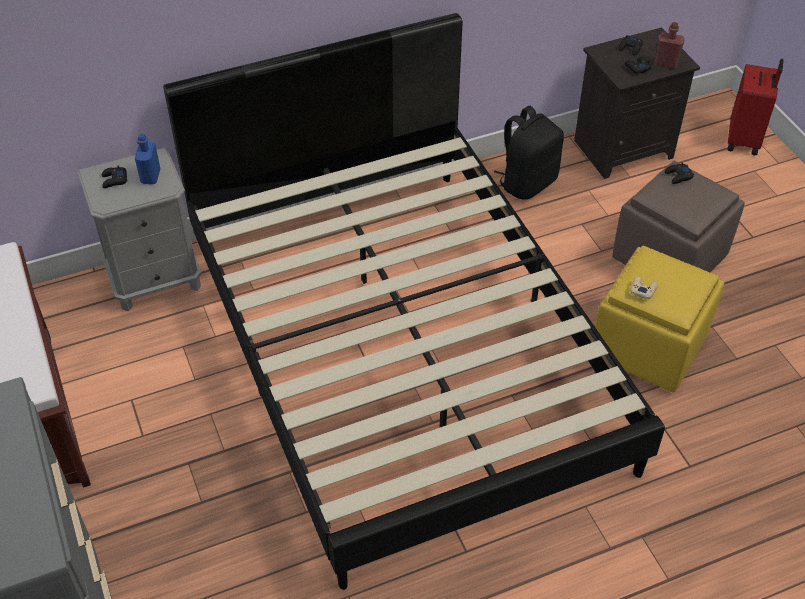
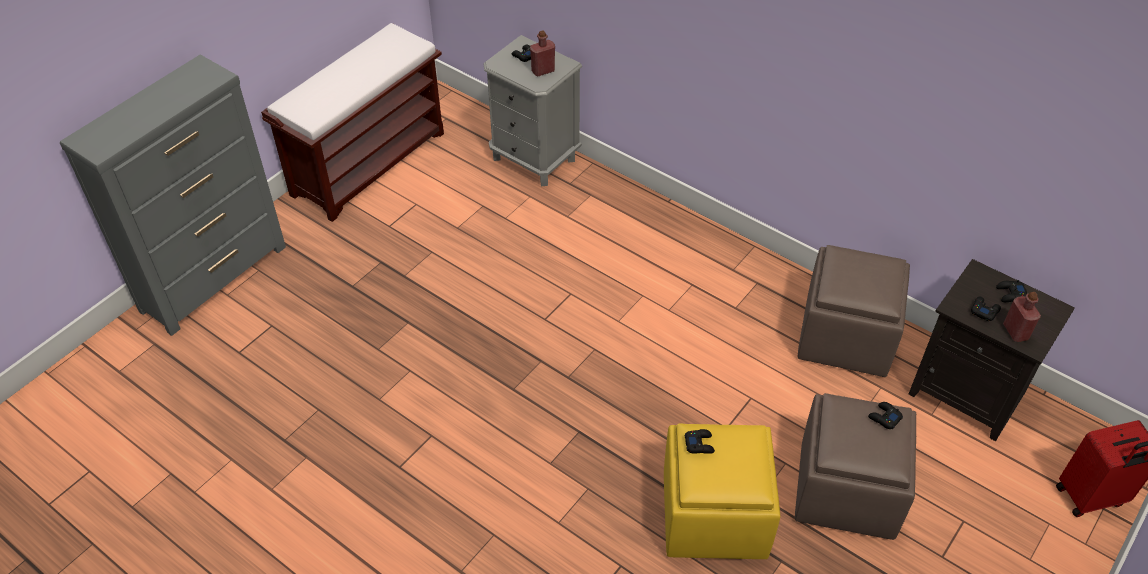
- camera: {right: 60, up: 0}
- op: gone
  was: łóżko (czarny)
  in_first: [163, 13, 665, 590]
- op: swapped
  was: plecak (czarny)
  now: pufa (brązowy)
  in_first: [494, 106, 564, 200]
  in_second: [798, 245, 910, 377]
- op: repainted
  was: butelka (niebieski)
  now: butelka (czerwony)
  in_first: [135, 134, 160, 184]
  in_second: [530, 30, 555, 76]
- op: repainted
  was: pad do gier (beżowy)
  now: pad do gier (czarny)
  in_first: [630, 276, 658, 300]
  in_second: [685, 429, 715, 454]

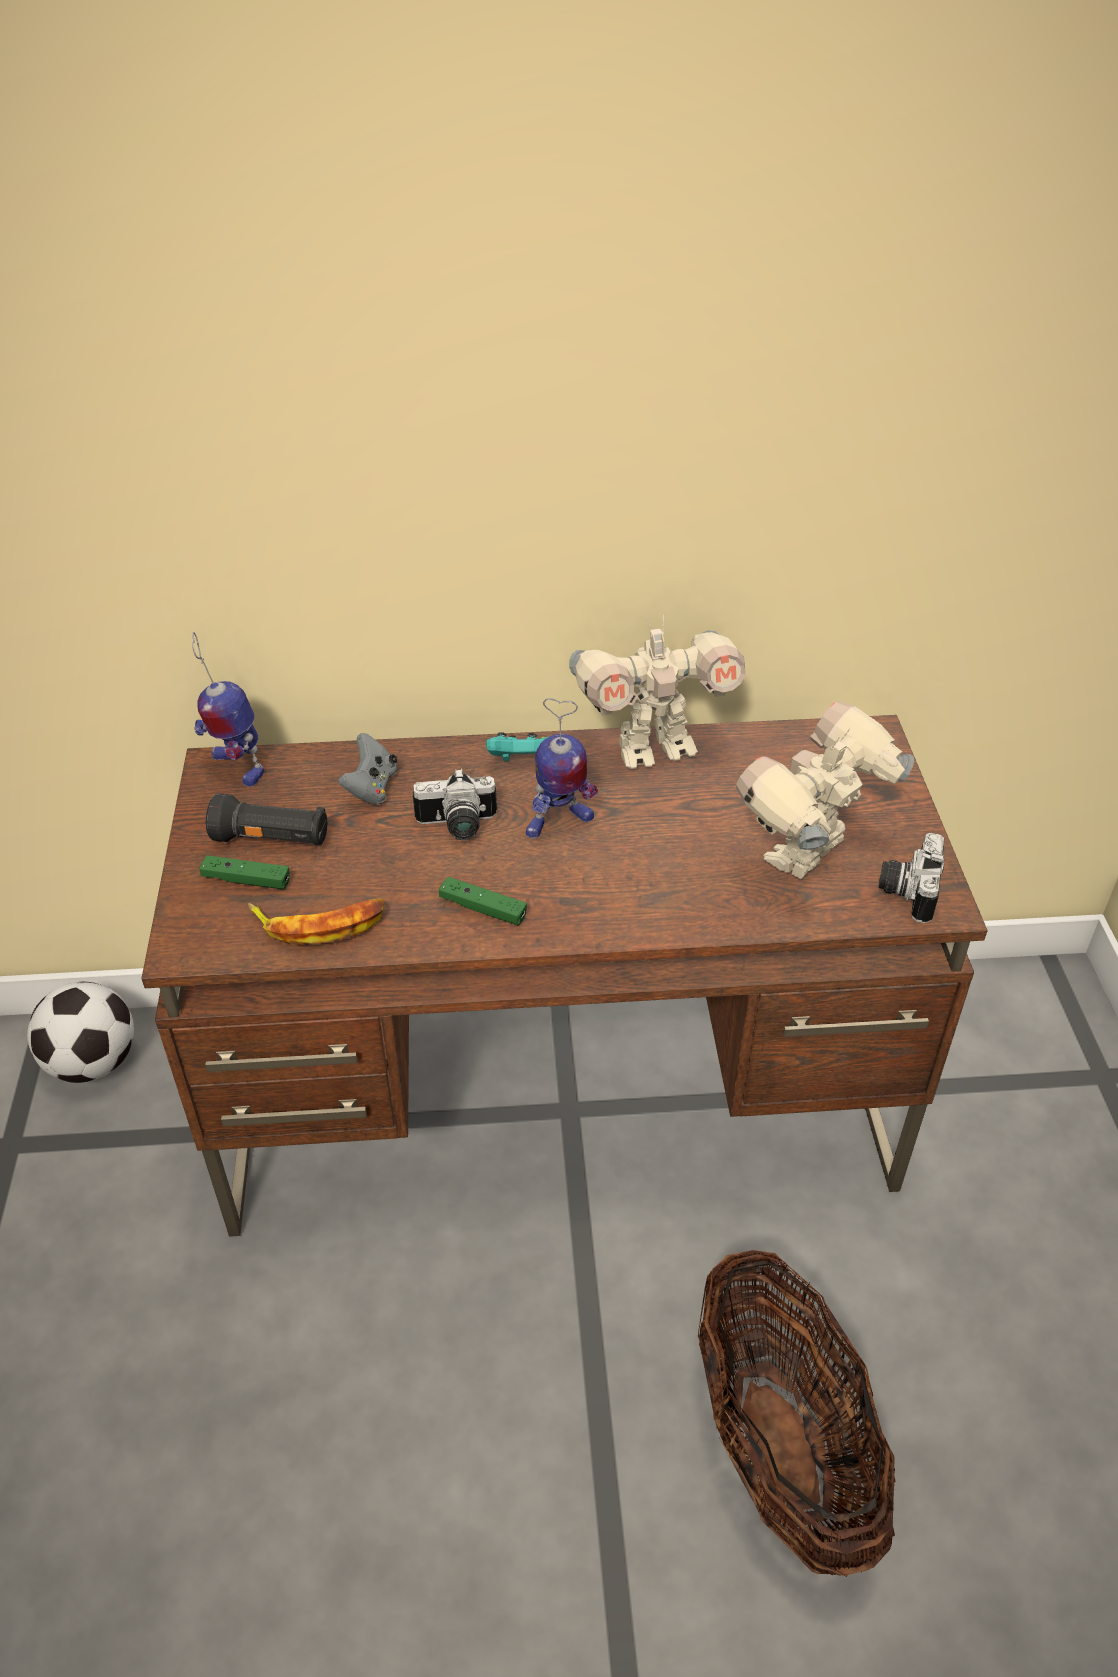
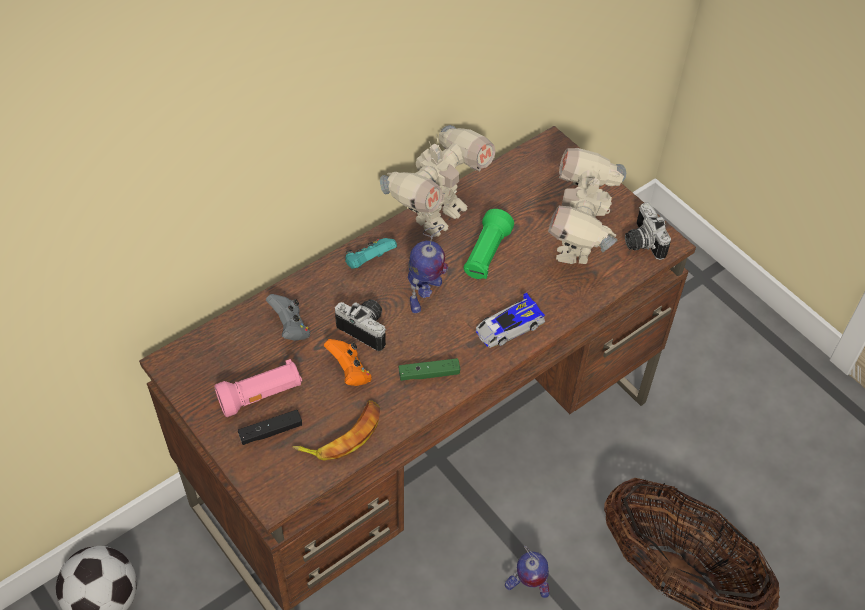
- camera: {right: -35, up: 10}
- op: new
  now: pad do gier (pomarańczowy)
  in_second: [324, 339, 372, 386]
- op: new
  now: latarka (zielony)
  in_second: [464, 209, 514, 279]
- op: new
  now: samochodzik
  in_second: [476, 293, 545, 348]
- op: shifted
  was: robot zabawkowy
  in_first: [192, 632, 264, 786]
  in_second: [505, 545, 549, 598]
- op: repainted
  was: pad do gier (zielony)
  now: pad do gier (czarny)
  in_first: [199, 855, 290, 890]
  in_second: [238, 410, 302, 445]
- op: repainted
  was: latarka (czarny)
  now: latarka (różowy)
  in_first: [206, 793, 327, 845]
  in_second: [214, 359, 302, 417]
- op: rotated
  was: aparat fotograficzny
  in_first: [413, 769, 497, 840]
  in_second: [335, 299, 386, 351]
  clockwise: -105

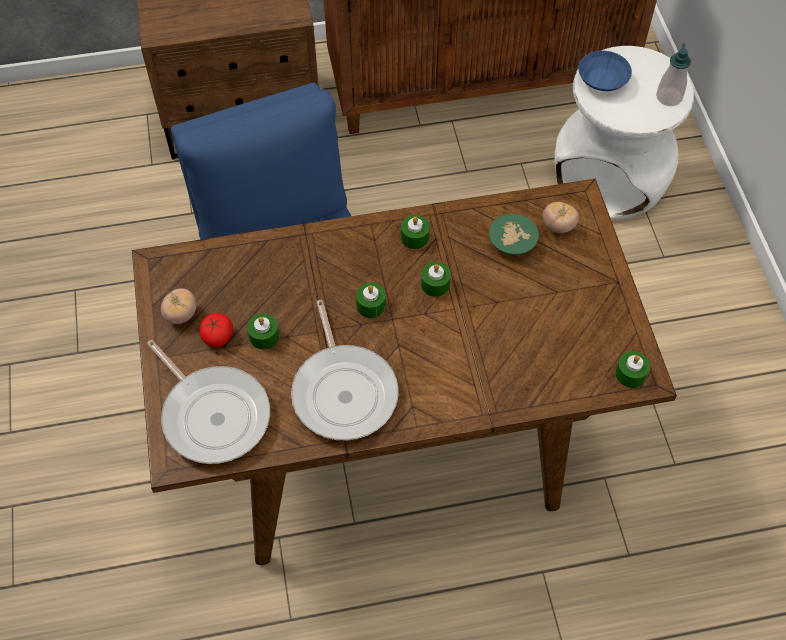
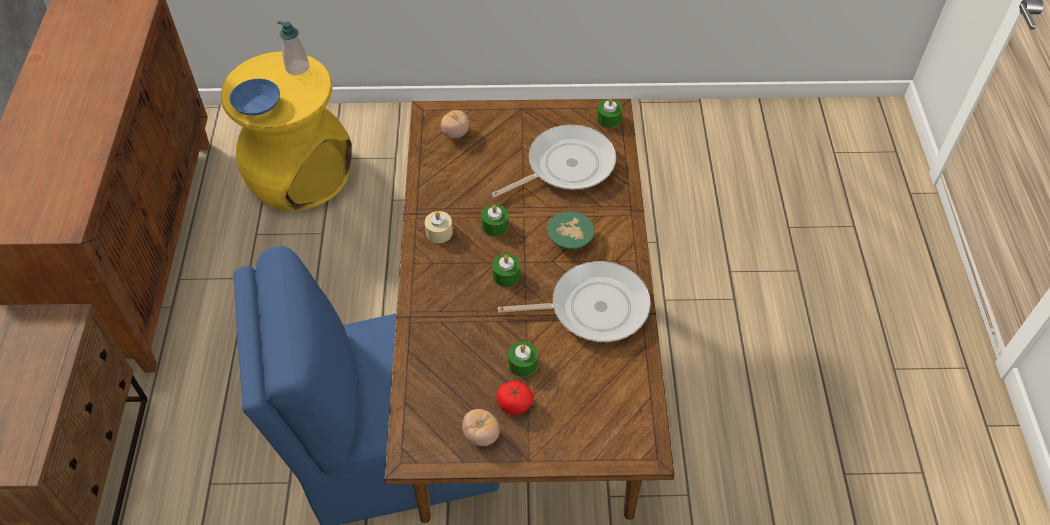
- camera: {right: -80, up: -5}
- op: shifted
  was: patelnia
  in_first: [147, 340, 270, 464]
  in_second: [491, 124, 616, 198]
- op: shifted
  was: miska (zielony)
  in_first: [489, 214, 539, 255]
  in_second: [547, 211, 595, 250]
- op: repainted
  was: świeca (zielony)
  now: świeca (beżowy)
  in_first: [401, 215, 430, 249]
  in_second: [425, 211, 453, 243]
- op: repainted
  was: stołek (biały)
  now: stołek (żółty)
  in_first: [554, 46, 694, 219]
  in_second: [221, 51, 351, 211]

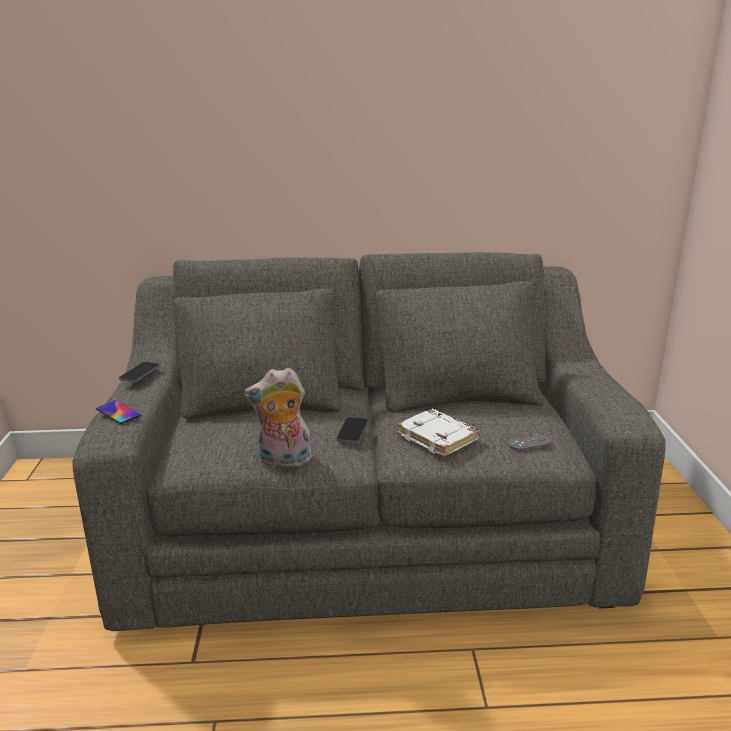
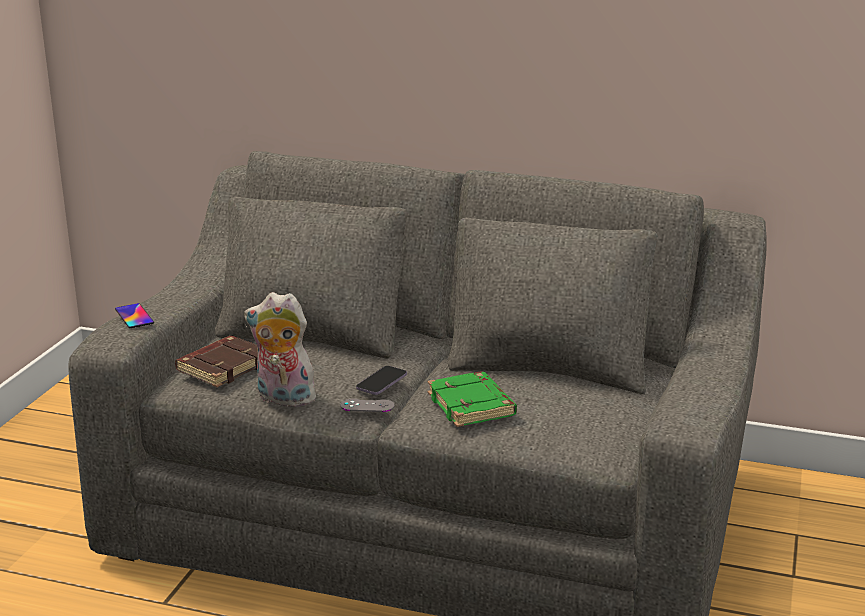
- camera: {right: 20, up: 0}
- op: gone
  was: telefon
  in_first: [119, 362, 159, 382]
- op: new
  now: książka (brązowy)
  in_second: [175, 336, 258, 387]
- op: shifted
  was: pad do gier (szary)
  in_first: [508, 435, 551, 450]
  in_second: [340, 399, 395, 412]
- op: repainted
  was: książka (biały)
  now: książka (zielony)
  in_first: [397, 409, 480, 457]
  in_second: [427, 372, 517, 427]

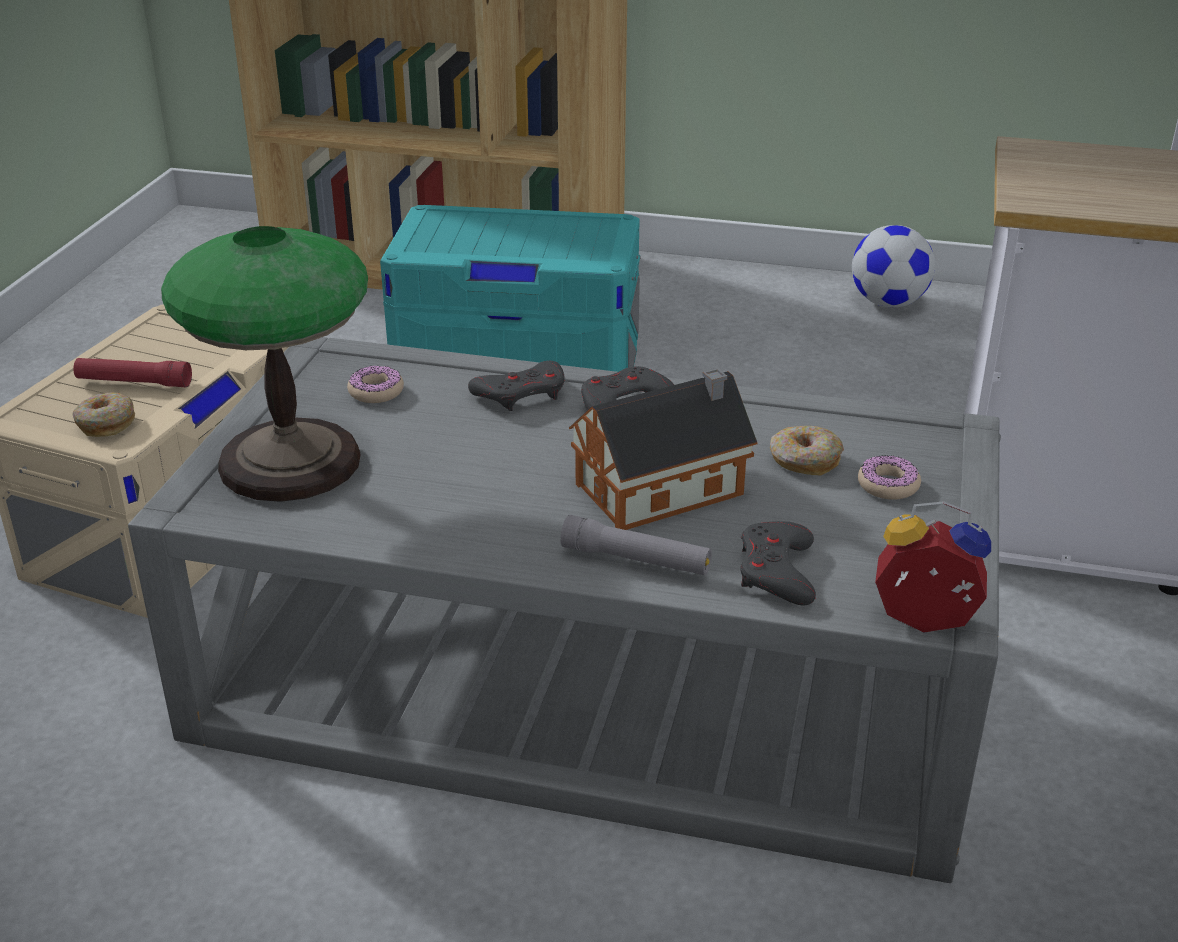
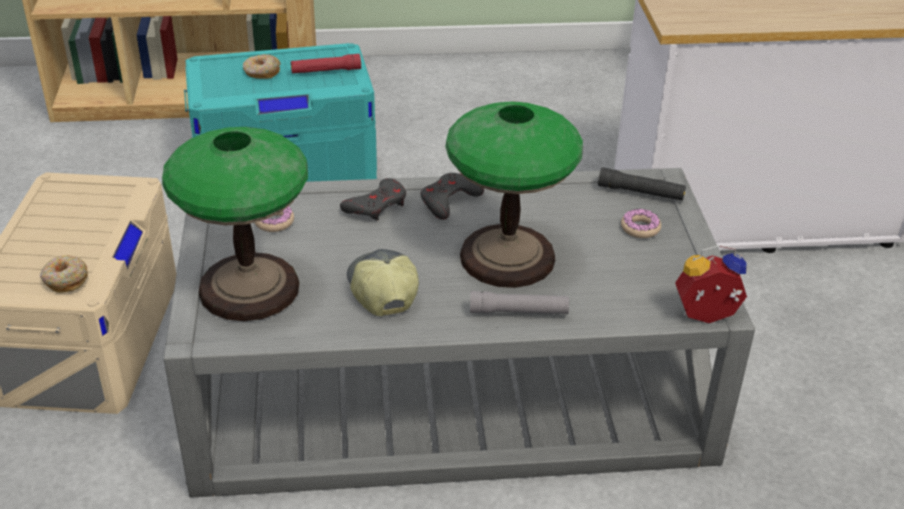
- camera: {right: -20, up: 5}
- op: gone
  was: pad do gier (szary)
  in_first: [740, 521, 816, 606]
- op: gone
  was: piłka futbolowa
  in_first: [852, 225, 935, 307]
- op: new
  now: czapka z daszkiem
  in_second: [347, 249, 419, 316]
- op: new
  now: latarka (czarny)
  in_second: [598, 167, 686, 201]
- op: shifted
  was: latarka (czerwony)
  in_first: [73, 358, 192, 387]
  in_second: [291, 54, 361, 74]
- op: shifted
  was: donut
  in_first: [770, 426, 844, 475]
  in_second: [243, 54, 281, 79]
- op: swapped
  was: domek
  now: lampa stołowa
  in_first: [569, 368, 758, 530]
  in_second: [445, 101, 583, 288]

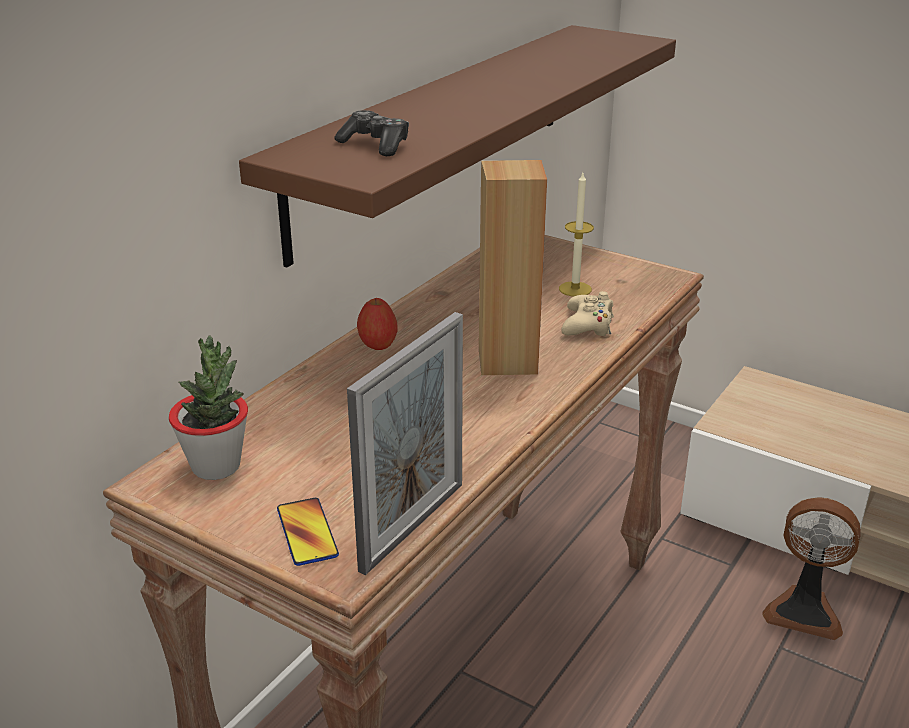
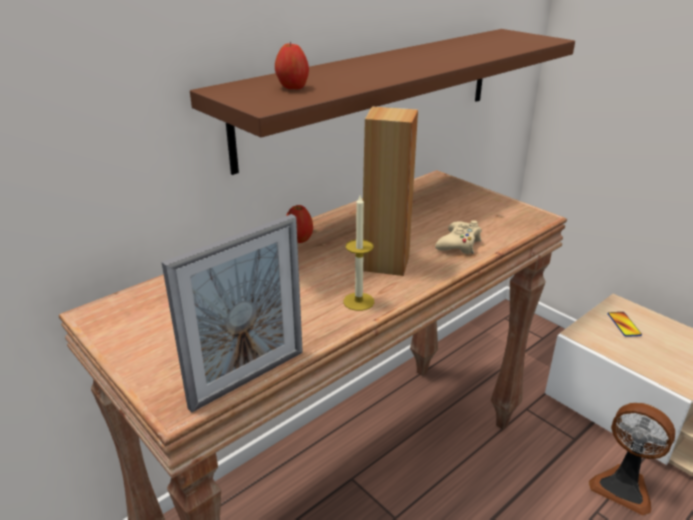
- camera: {right: 15, up: 0}
- op: gone
  was: roślina doniczkowa
  in_first: [169, 336, 248, 480]
- op: shifted
  was: telefon
  in_first: [277, 498, 339, 566]
  in_second: [608, 312, 642, 337]
- op: shifted
  was: świeca
  in_first: [559, 173, 594, 297]
  in_second: [343, 196, 374, 311]
- op: swapped
  was: pad do gier
  now: jabłko
  in_first: [334, 110, 409, 156]
  in_second: [275, 42, 309, 90]

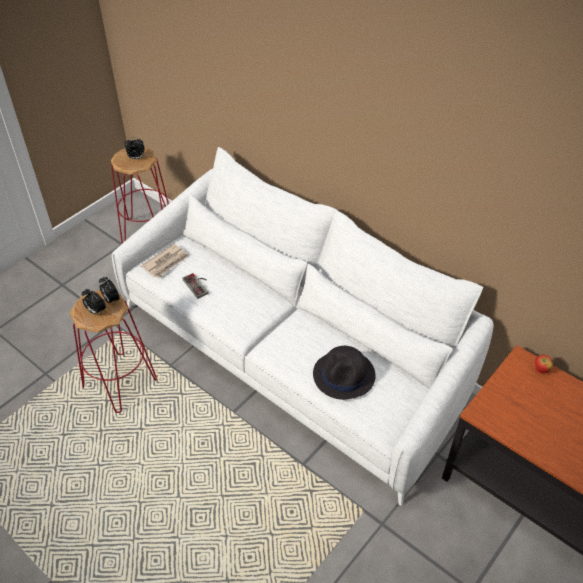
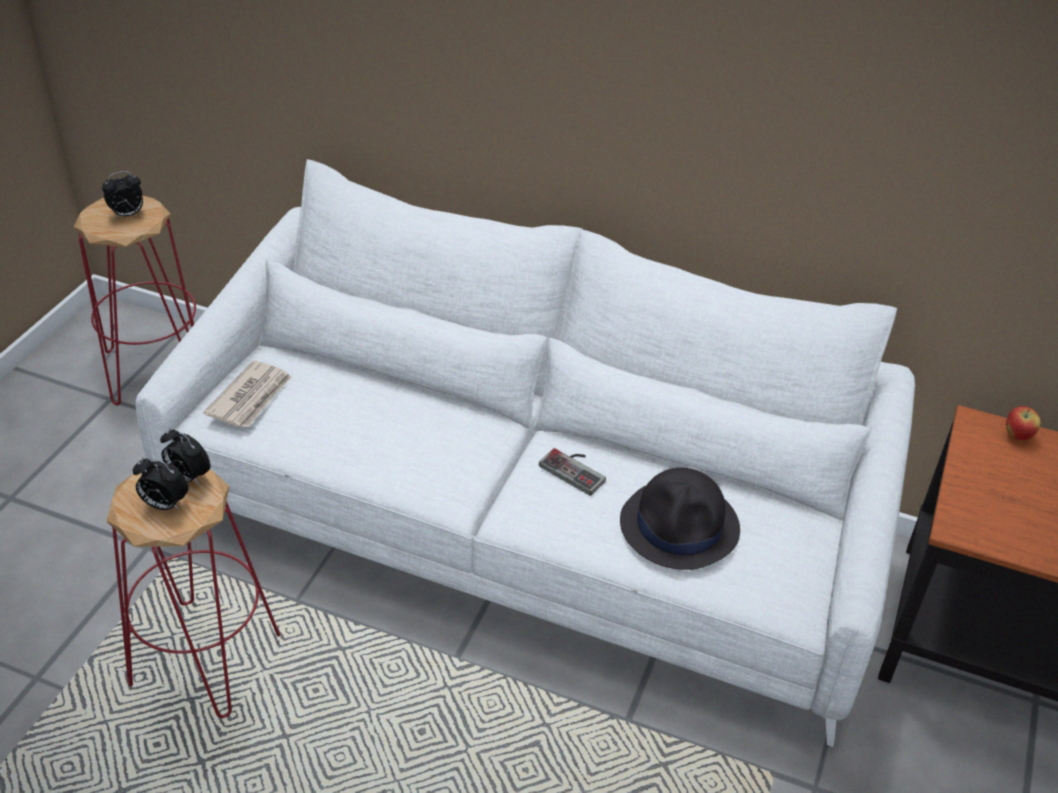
- camera: {right: -20, up: -5}
- op: shifted
  was: pad do gier
  in_first: [182, 273, 209, 299]
  in_second: [539, 448, 606, 496]

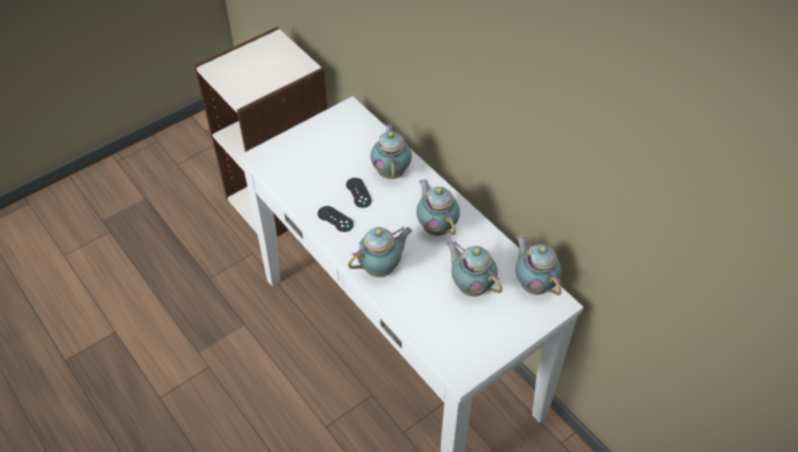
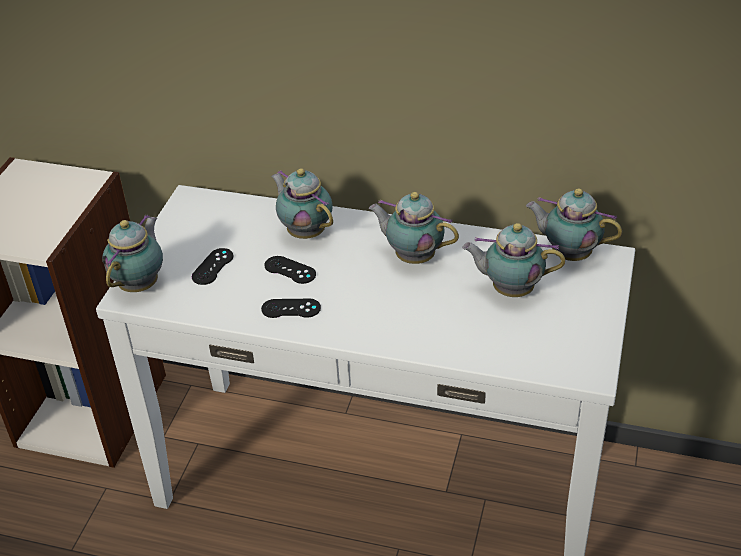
- camera: {right: -35, up: -10}
- op: new
  now: pad do gier (czarny)
  in_second: [192, 248, 233, 285]
- op: shifted
  was: imbryk
  in_first: [348, 227, 412, 277]
  in_second: [102, 215, 163, 292]

